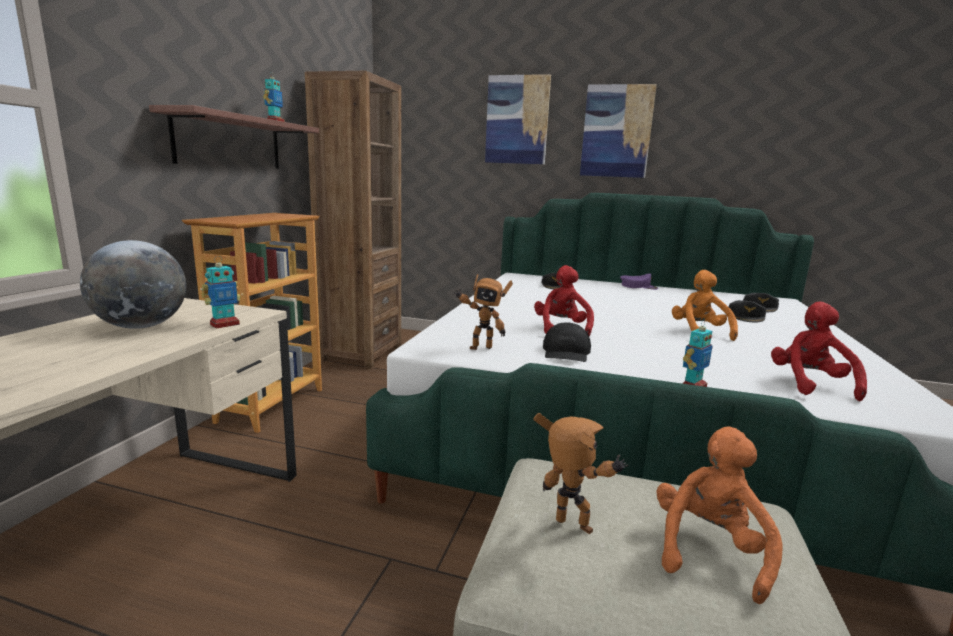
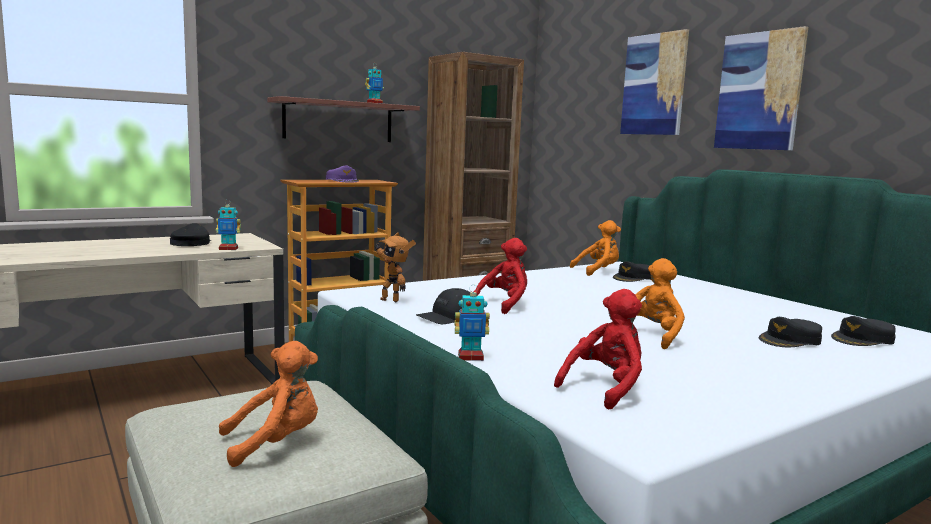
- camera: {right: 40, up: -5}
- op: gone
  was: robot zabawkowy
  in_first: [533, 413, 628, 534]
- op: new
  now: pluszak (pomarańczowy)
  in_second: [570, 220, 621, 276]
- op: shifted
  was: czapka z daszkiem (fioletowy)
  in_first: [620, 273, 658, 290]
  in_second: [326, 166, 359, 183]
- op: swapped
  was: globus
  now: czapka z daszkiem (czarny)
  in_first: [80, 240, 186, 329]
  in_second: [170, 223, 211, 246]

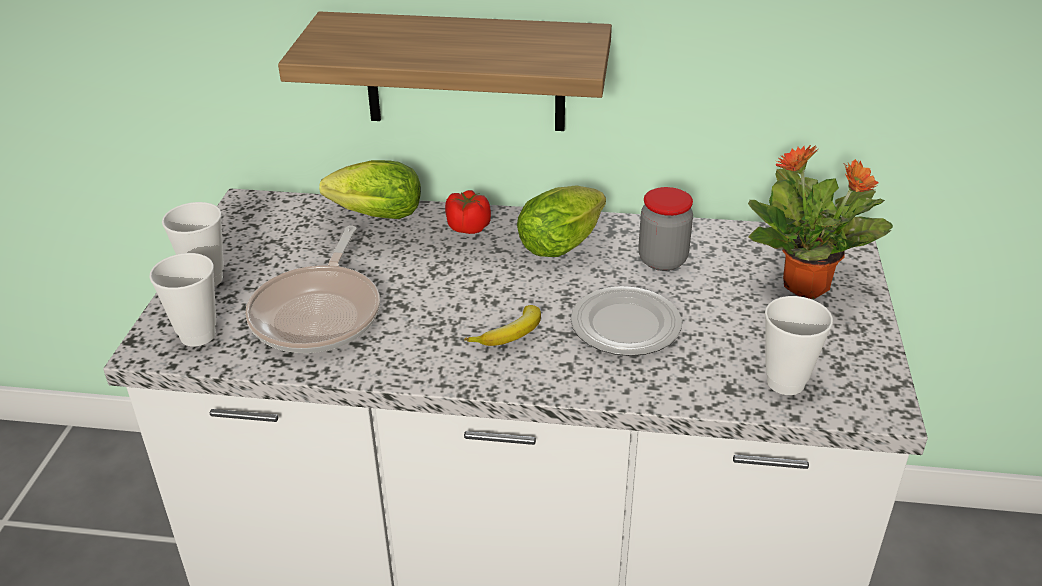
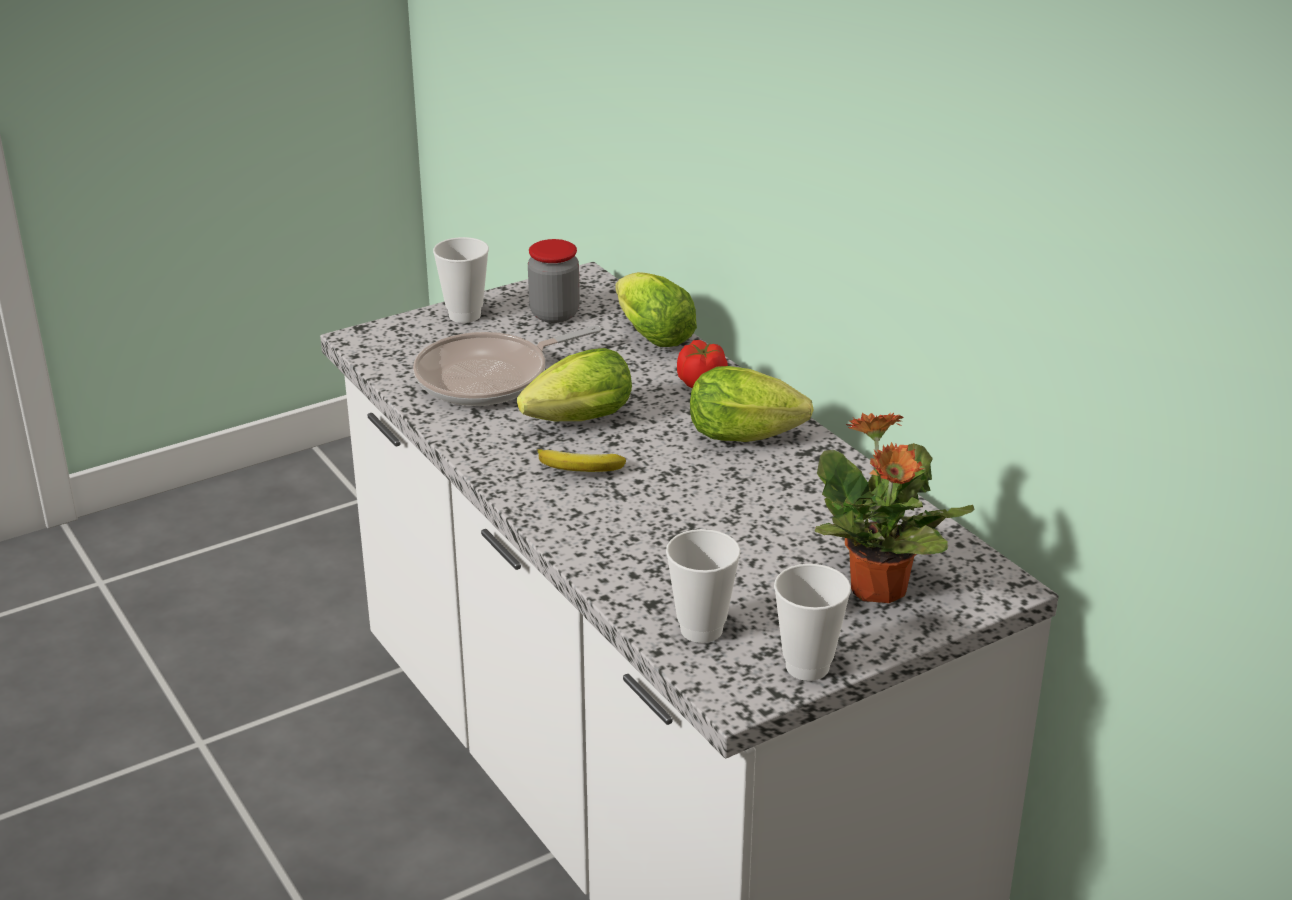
- camera: {right: 50, up: -5}
- op: gone
  was: półka
  in_first: [278, 11, 612, 131]
- op: gone
  was: talerz
  in_first: [571, 286, 682, 356]
- op: new
  now: sałata
  in_second: [517, 348, 632, 421]
- op: shifted
  was: filiżanka
  in_first: [149, 253, 216, 346]
  in_second: [774, 564, 851, 681]
- op: shifted
  was: słoik
  in_first: [638, 187, 693, 271]
  in_second: [528, 239, 580, 323]

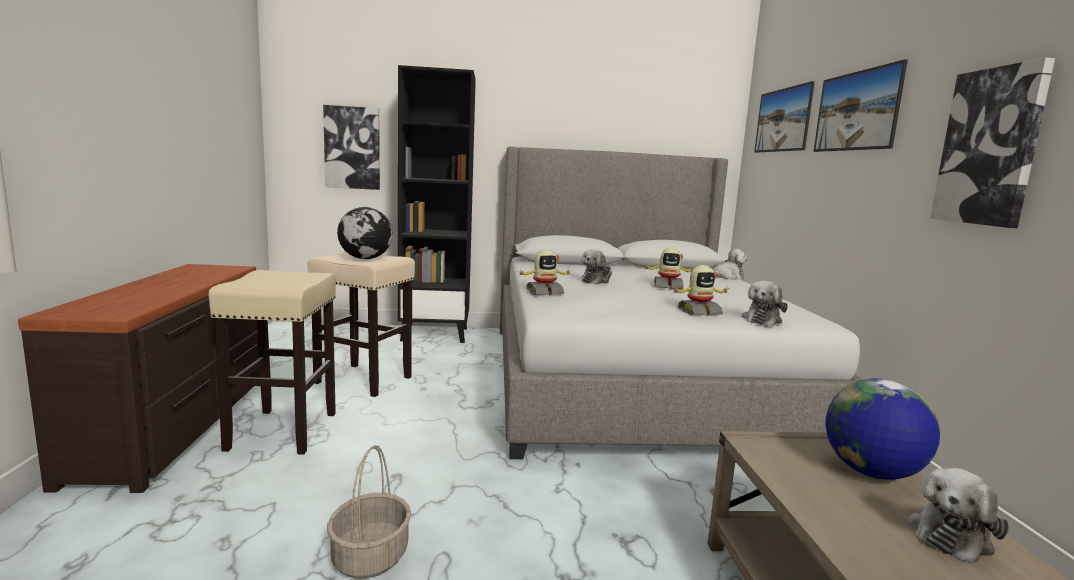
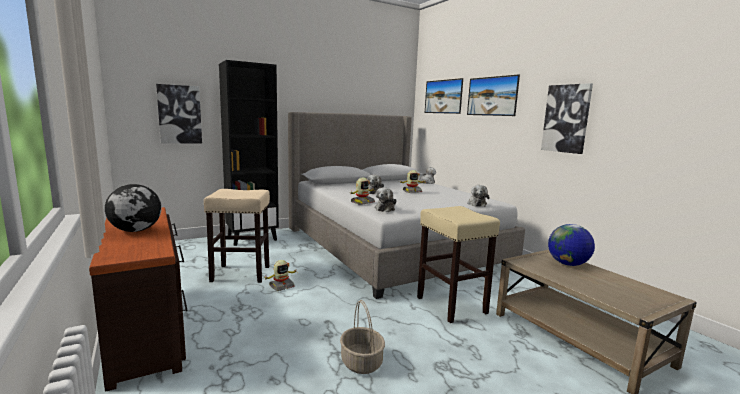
- camera: {right: -25, up: 0}
- op: shifted
  was: stołek (beżowy)
  in_first: [208, 270, 336, 454]
  in_second: [417, 206, 500, 323]
- op: shifted
  was: globus
  in_first: [337, 207, 393, 259]
  in_second: [105, 184, 162, 232]
- op: shifted
  was: robot zabawkowy
  in_first: [673, 265, 730, 315]
  in_second: [263, 260, 296, 291]
- op: shifted
  was: pluszak
  in_first: [908, 468, 1009, 564]
  in_second: [375, 187, 397, 212]

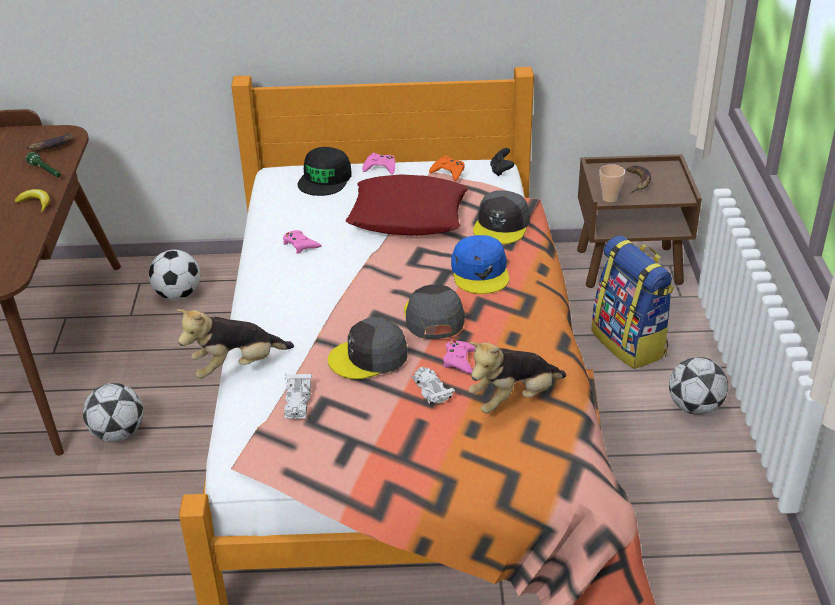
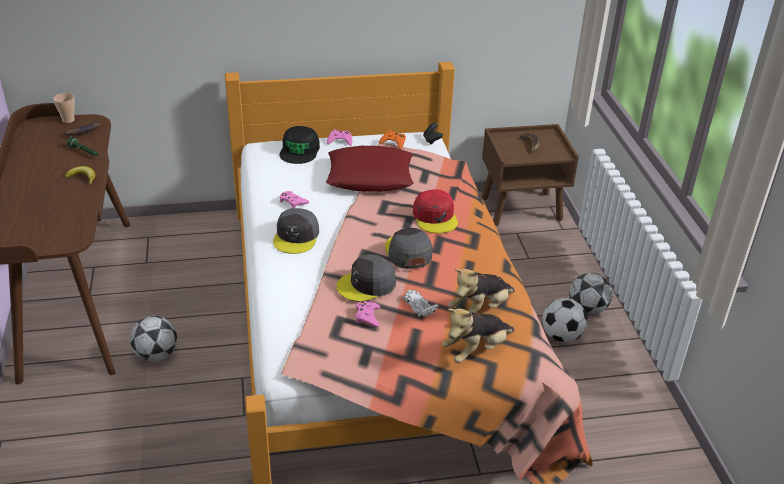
- camera: {right: -10, up: 0}
- op: gone
  was: samochodzik (biały)
  in_first: [284, 374, 312, 419]
- op: gone
  was: plecak
  in_first: [591, 236, 674, 369]
- op: shifted
  was: piłka futbolowa
  in_first: [149, 250, 200, 300]
  in_second: [542, 298, 587, 342]
- op: shifted
  was: pluszak
  in_first: [177, 309, 294, 379]
  in_second: [443, 308, 514, 363]
- op: shifted
  was: pad do gier (różowy)
  in_first: [443, 341, 475, 374]
  in_second: [355, 301, 380, 327]
- op: shifted
  was: czapka z daszkiem (szary)
  in_first: [473, 190, 530, 244]
  in_second: [273, 208, 319, 254]
- op: shifted
  was: filiżanka
  in_first: [600, 164, 625, 202]
  in_second: [53, 93, 75, 123]
- op: repainted
  was: czapka z daszkiem (niebieski)
  now: czapka z daszkiem (czerwony)
  in_first: [451, 235, 509, 294]
  in_second: [413, 190, 458, 234]

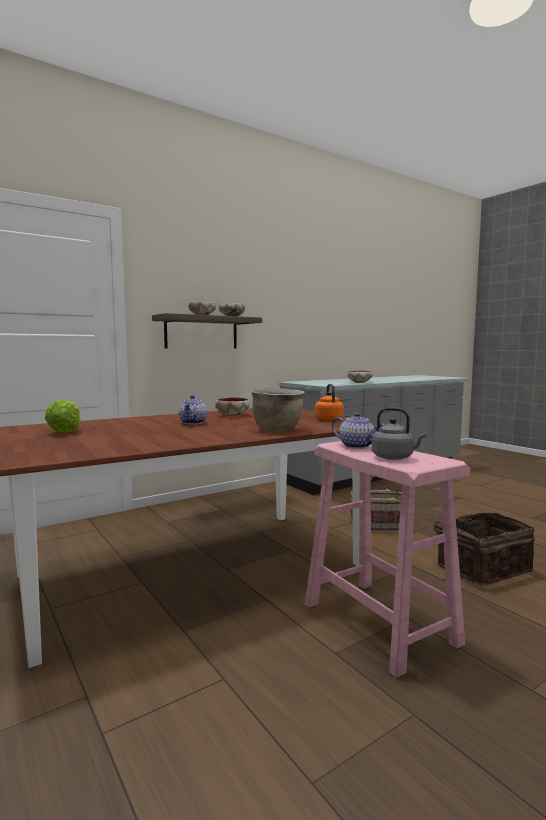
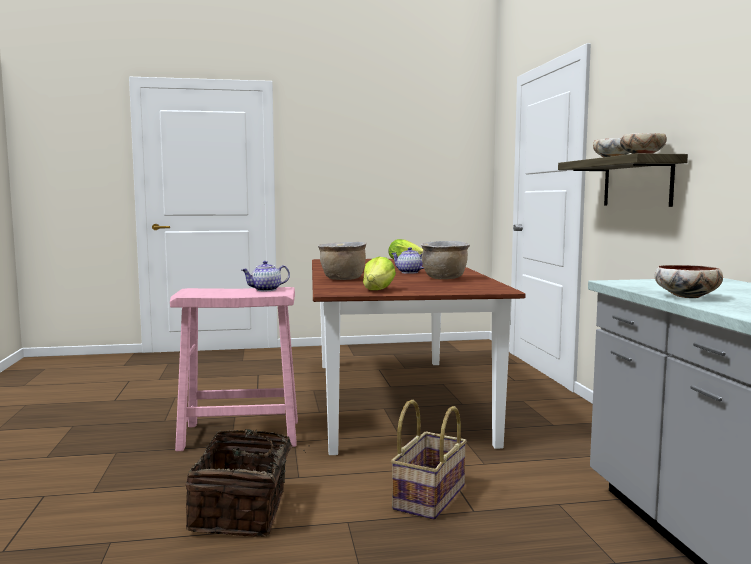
- camera: {right: 115, up: 0}
- op: gone
  was: czajnik (szary)
  in_first: [372, 407, 426, 460]
- op: swapped
  was: miska
  now: garnek (brązowy)
  in_first: [215, 398, 250, 417]
  in_second: [421, 241, 470, 279]
- op: swapped
  was: czajnik (pomarańczowy)
  now: sałata
  in_first: [315, 384, 344, 421]
  in_second: [363, 257, 396, 290]

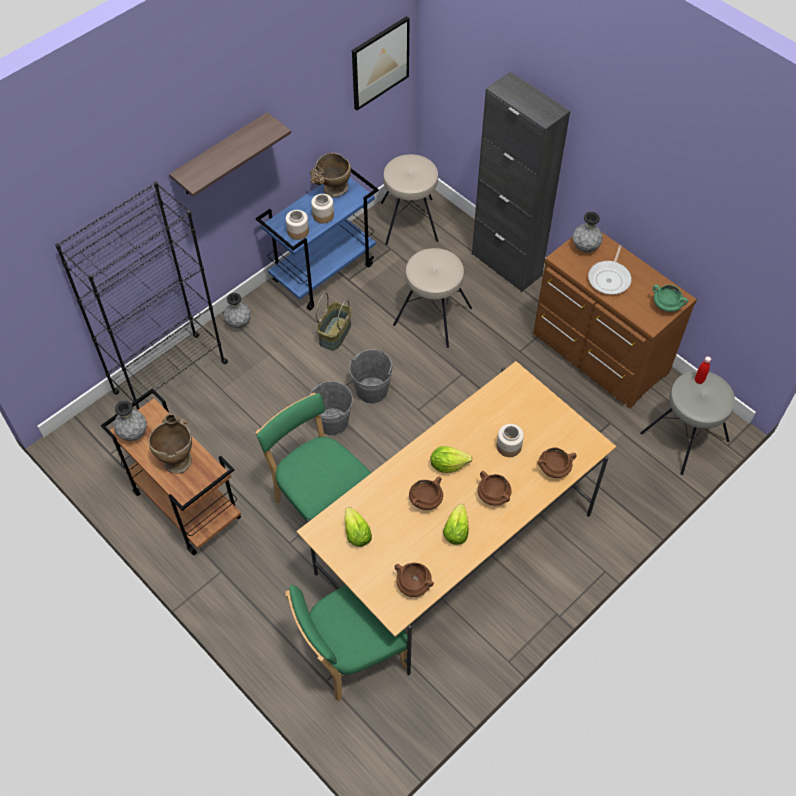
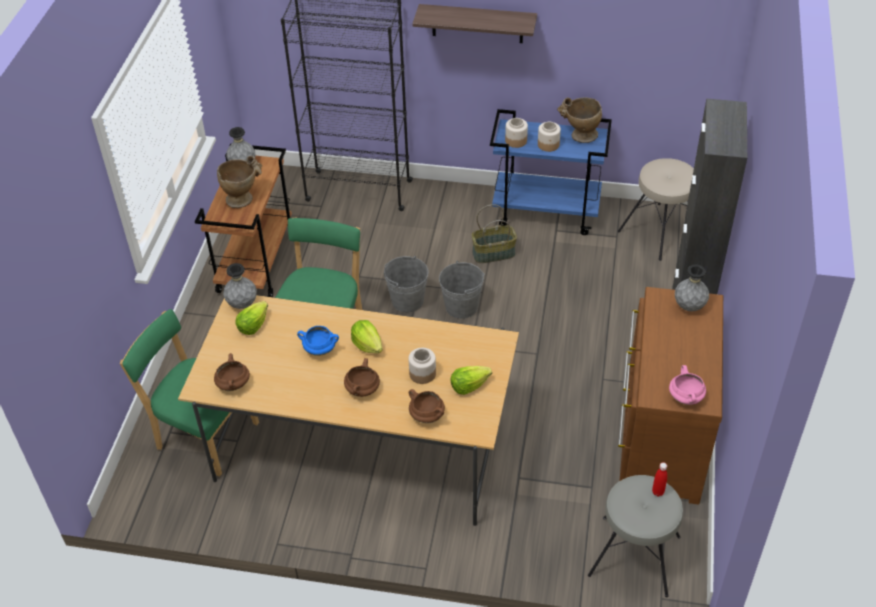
- camera: {right: 55, up: -10}
- op: gone
  was: obraz
  in_first: [352, 16, 410, 111]
- op: gone
  was: stołek (beżowy)
  in_first: [393, 248, 472, 348]
- op: gone
  was: patelnia
  in_first: [588, 245, 632, 295]
- op: shifted
  was: wazon (szary)
  in_first: [224, 293, 251, 328]
  in_second: [223, 263, 257, 309]
- op: shifted
  was: sałata
  in_first: [443, 504, 469, 545]
  in_second: [451, 366, 492, 395]
- op: repainted
  was: garnek (brązowy)
  now: garnek (niebieski)
  in_first: [409, 476, 443, 510]
  in_second: [297, 326, 339, 356]
- op: repainted
  was: garnek (zielony)
  now: garnek (różowy)
  in_first: [653, 285, 688, 312]
  in_second: [669, 365, 706, 405]

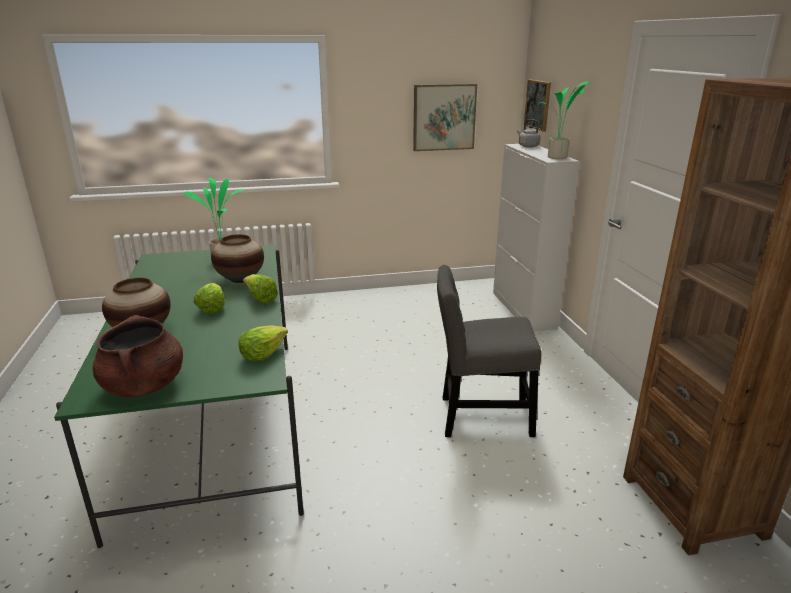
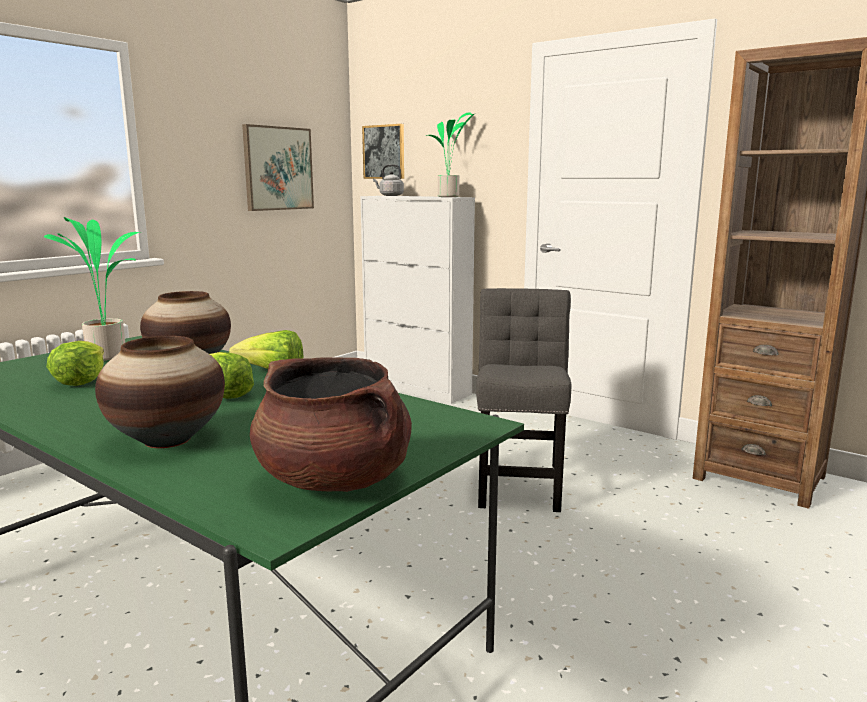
- camera: {right: -40, up: -10}
- op: shifted
  was: sałata
  in_first: [238, 325, 288, 361]
  in_second: [46, 341, 104, 386]
- op: rotated
  was: krzesło (szary)
  in_first: [437, 265, 541, 437]
  in_second: [476, 288, 571, 512]
  clockwise: 135

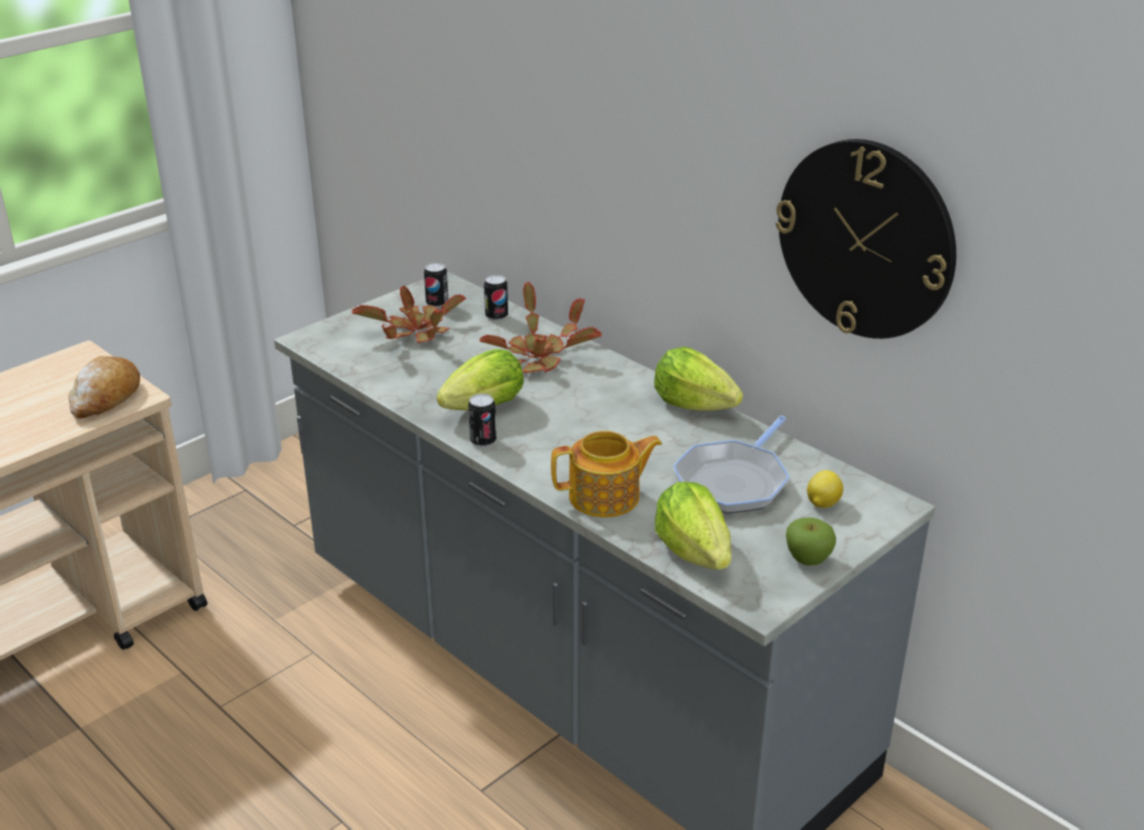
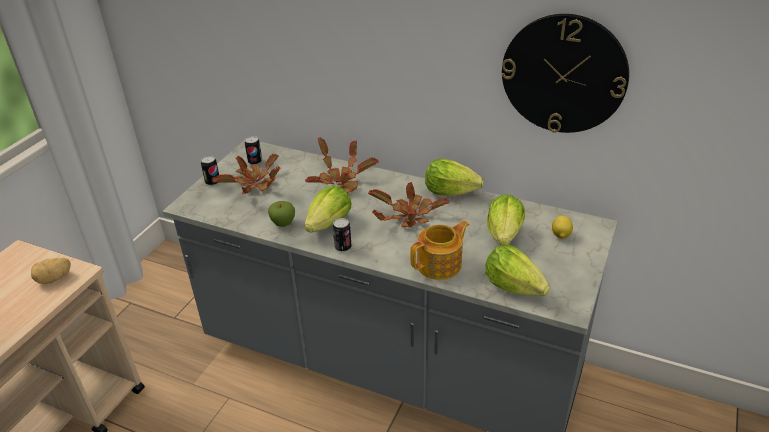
- camera: {right: -20, up: 5}
- op: new
  now: roślina doniczkowa
  in_second: [368, 182, 450, 227]
- op: shifted
  was: puszka
  in_first: [484, 275, 508, 321]
  in_second: [201, 156, 219, 186]
- op: shifted
  was: jabłko
  in_first: [786, 517, 836, 566]
  in_second: [268, 201, 295, 227]
- op: swapped
  was: chleb
  now: ziemniak
  in_first: [68, 356, 140, 418]
  in_second: [31, 258, 71, 284]
- op: swapped
  was: patelnia
  now: sałata
  in_first: [673, 416, 790, 514]
  in_second: [487, 194, 525, 245]

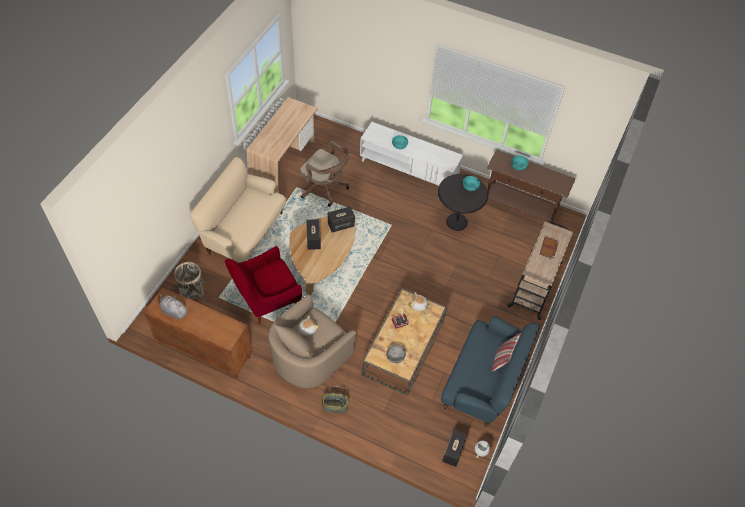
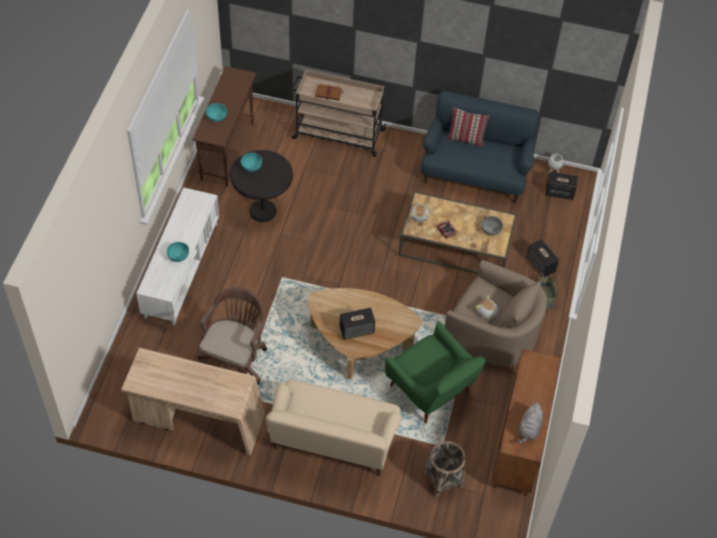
- camera: {right: -100, up: 0}
- op: shifted
  was: głośnik
  in_first: [328, 207, 355, 232]
  in_second: [527, 239, 559, 277]
- op: repainted
  was: fotel (czerwony)
  now: fotel (zielony)
  in_first: [225, 246, 302, 325]
  in_second: [385, 322, 486, 424]

